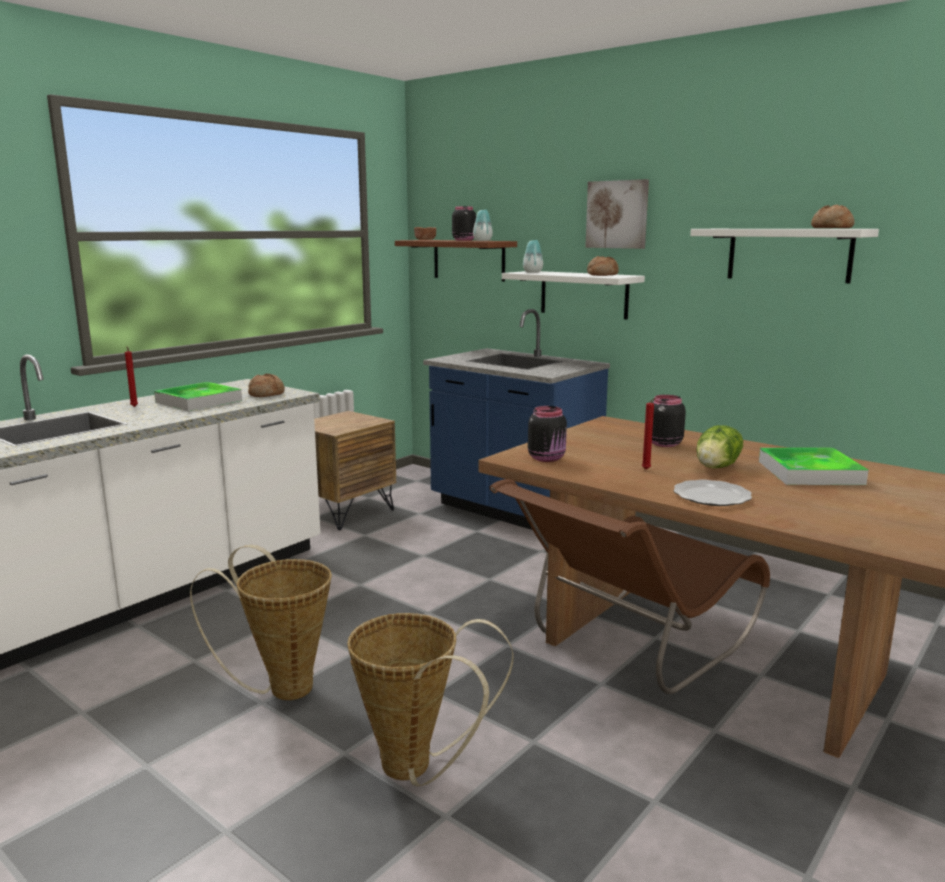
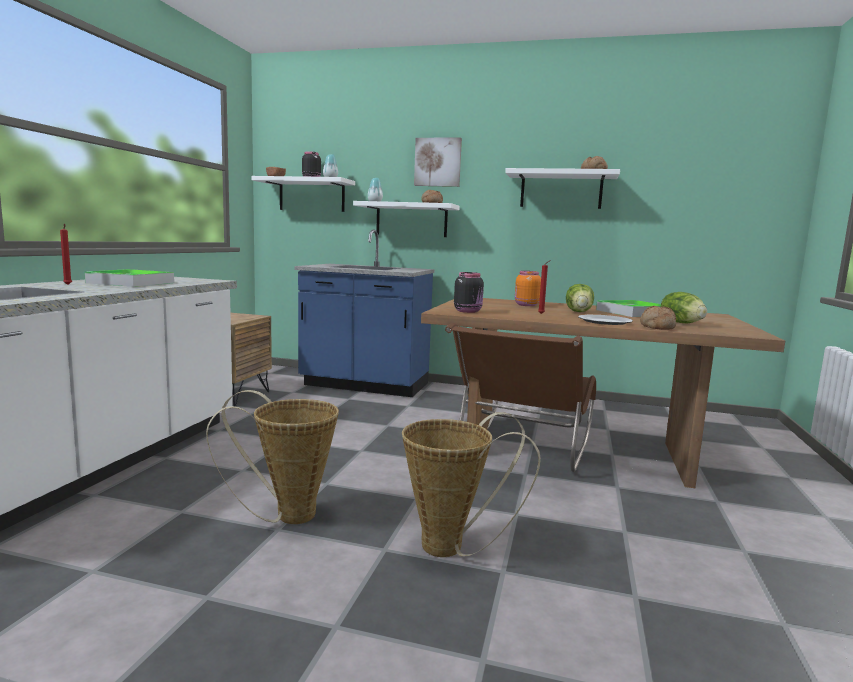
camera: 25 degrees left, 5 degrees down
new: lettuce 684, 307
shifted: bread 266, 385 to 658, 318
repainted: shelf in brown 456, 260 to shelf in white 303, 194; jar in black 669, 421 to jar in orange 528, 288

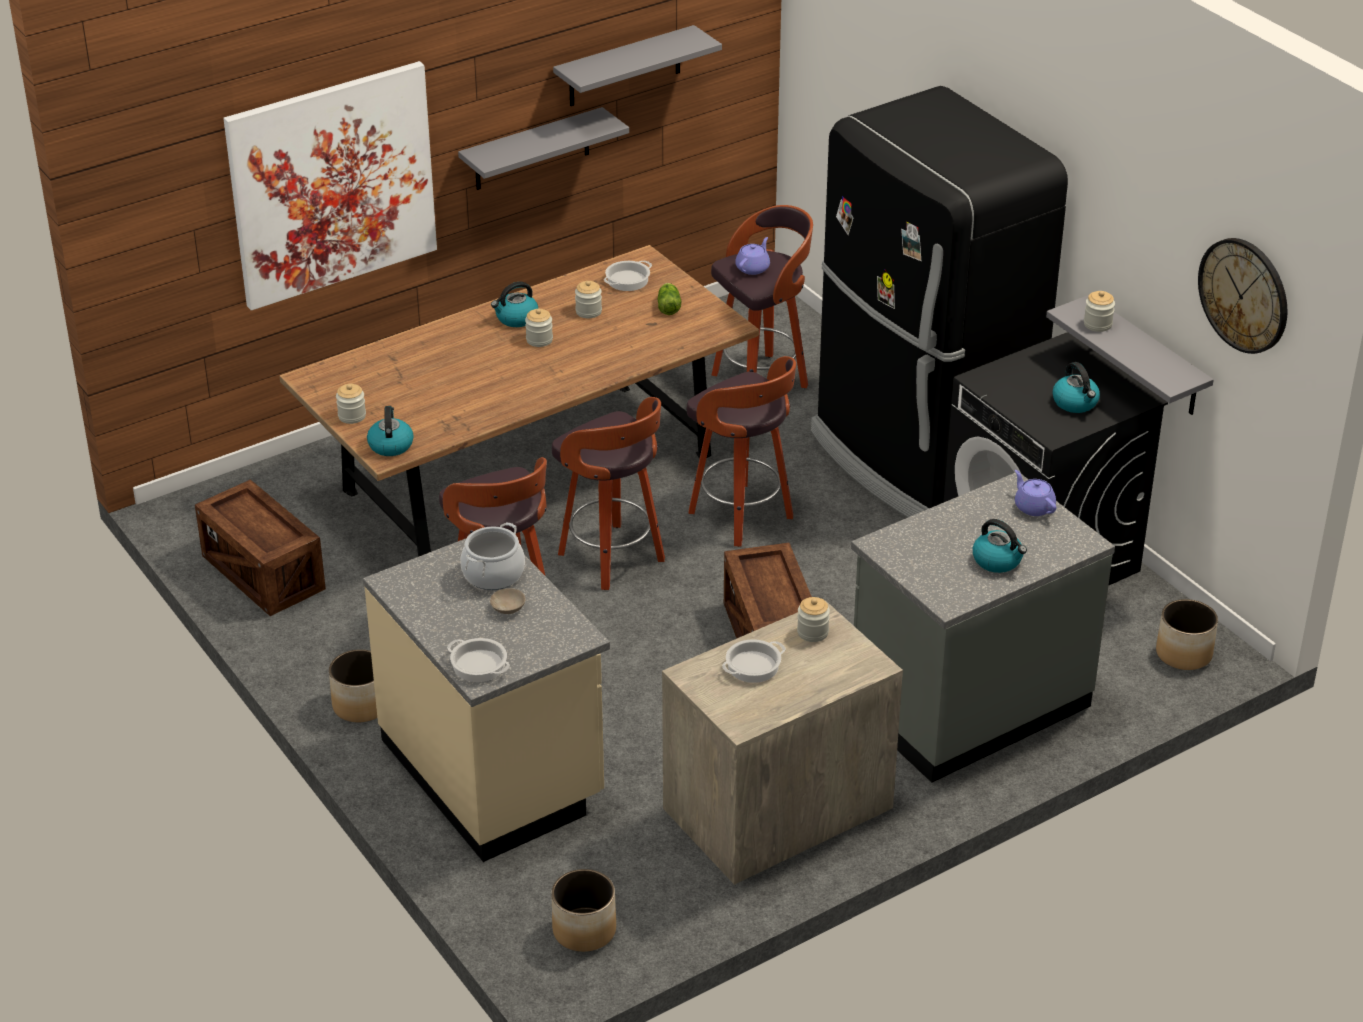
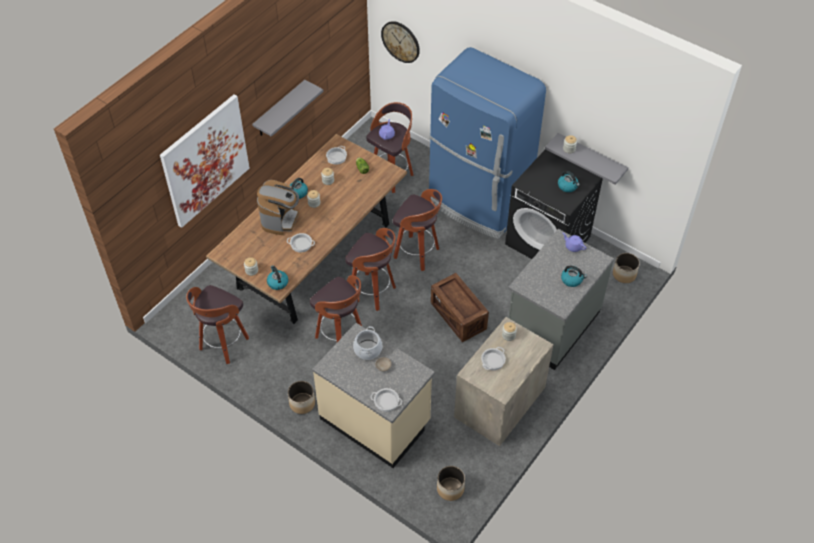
camera: 20 degrees left, 15 degrees up
gone: shelf in grey 637, 65
new: coffee machine 278, 207; cooking pot 301, 243
shifted: wall clock 1243, 296 to 400, 42
swapped: crate 260, 548 to stool 217, 324
repainted: fridge in black 939, 301 to fridge in blue 487, 143

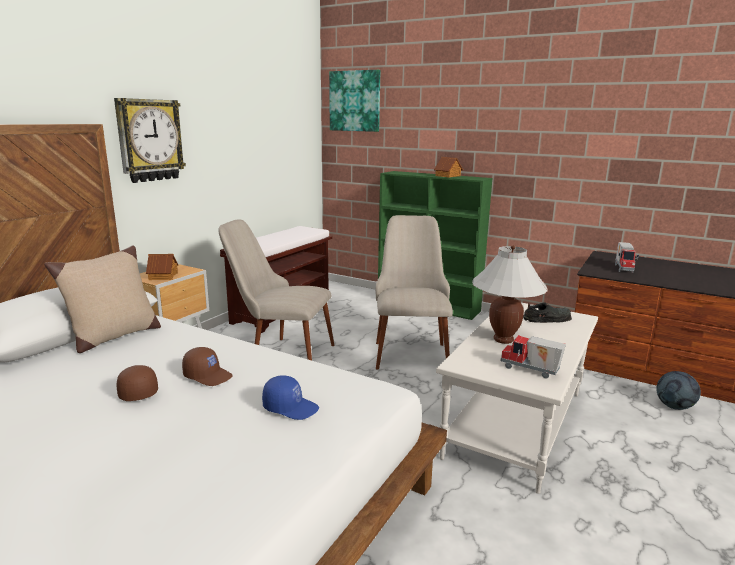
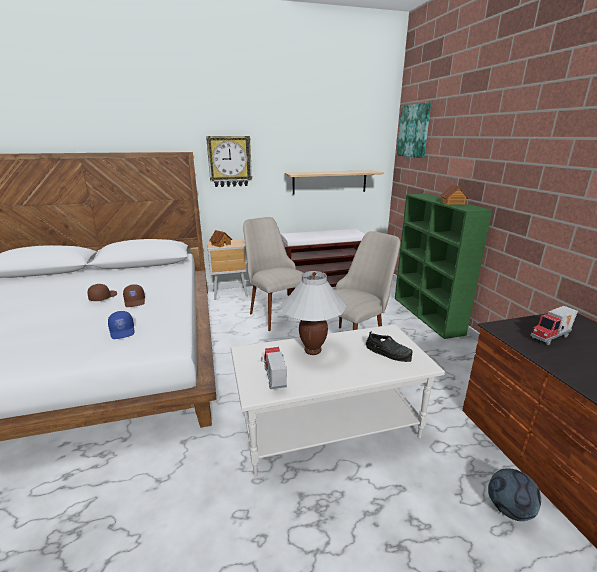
camera: 45 degrees right, 5 degrees up
gone: pillow in beige 102, 299
new: shelf 334, 182

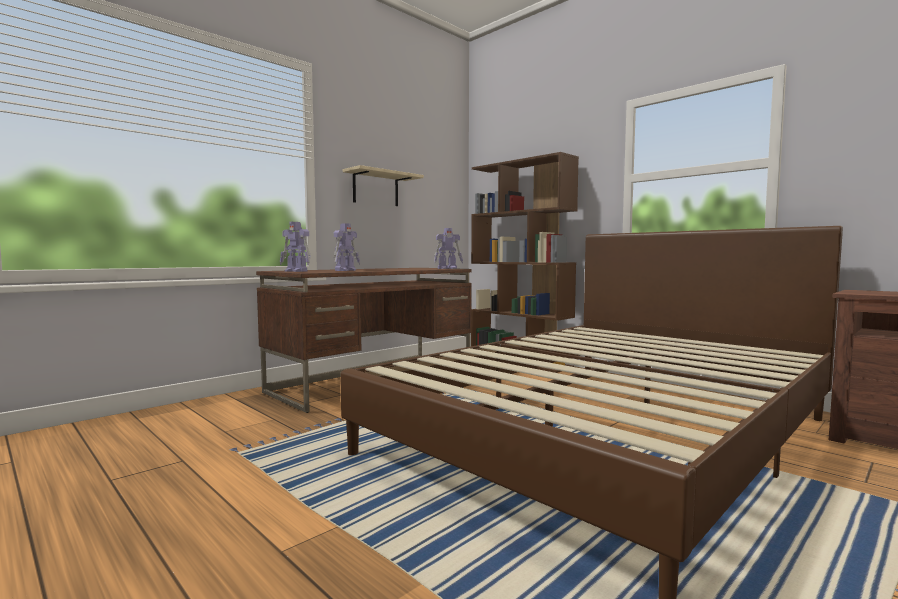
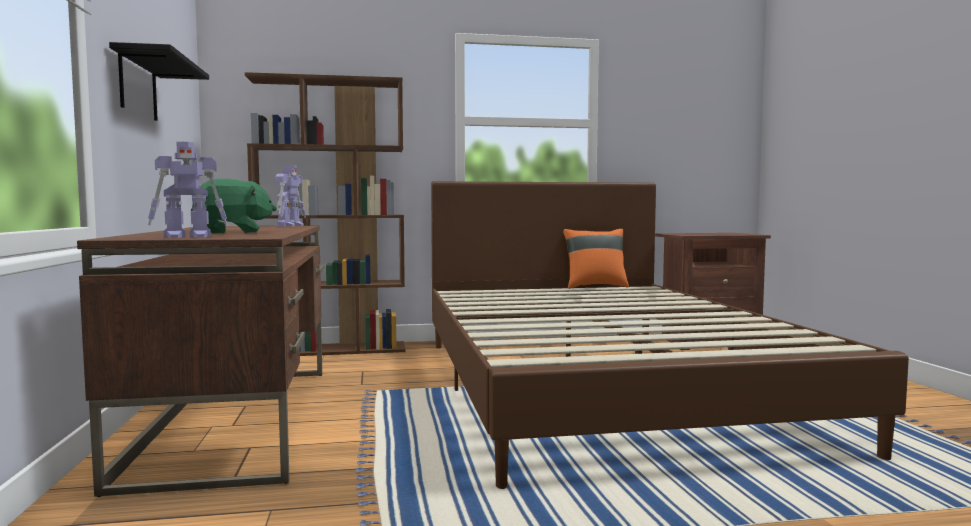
camera: 55 degrees left, 0 degrees up
new: pillow in orange 596, 259
swapped: toy robot 347, 247 to plush toy in green 234, 206
repainted: shelf in beige 383, 185 to shelf in black 159, 81

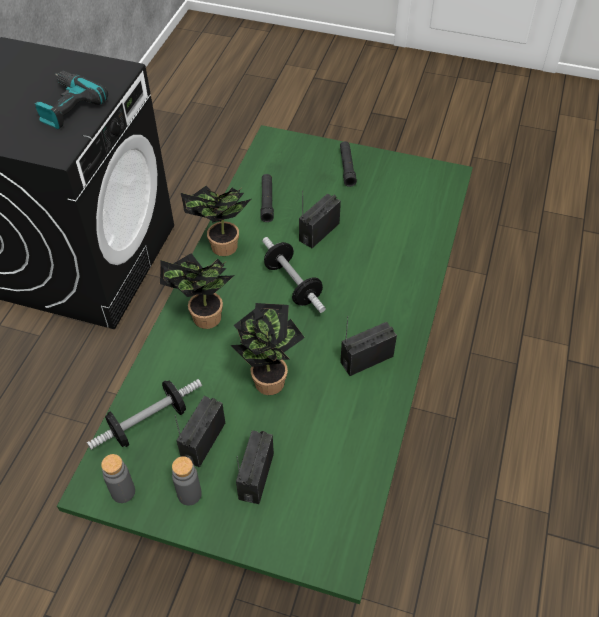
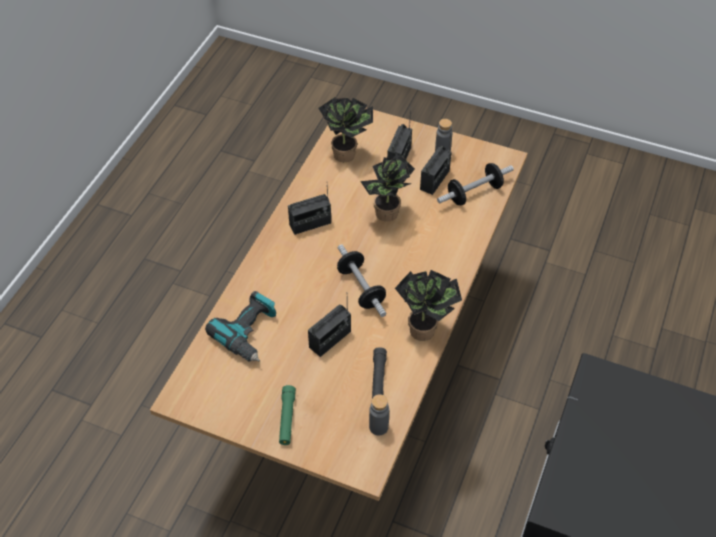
camera: 175 degrees left, 0 degrees up
shifted: power drill 71, 100 to 240, 326; potted plant 197, 291 to 345, 129; bottle in grey 118, 478 to 379, 414
repainted: dining table in green 265, 364 to dining table in beige 339, 304; flashlight in black 348, 164 to flashlight in green 287, 415

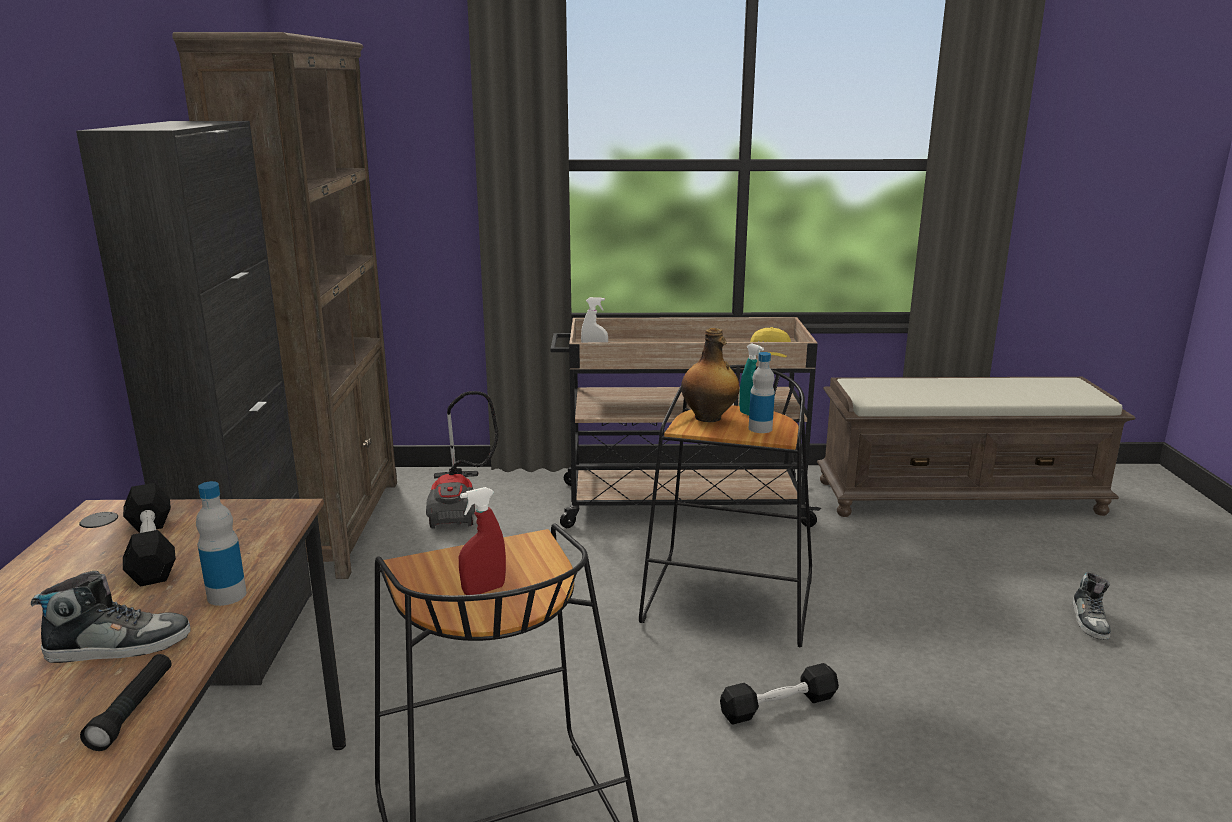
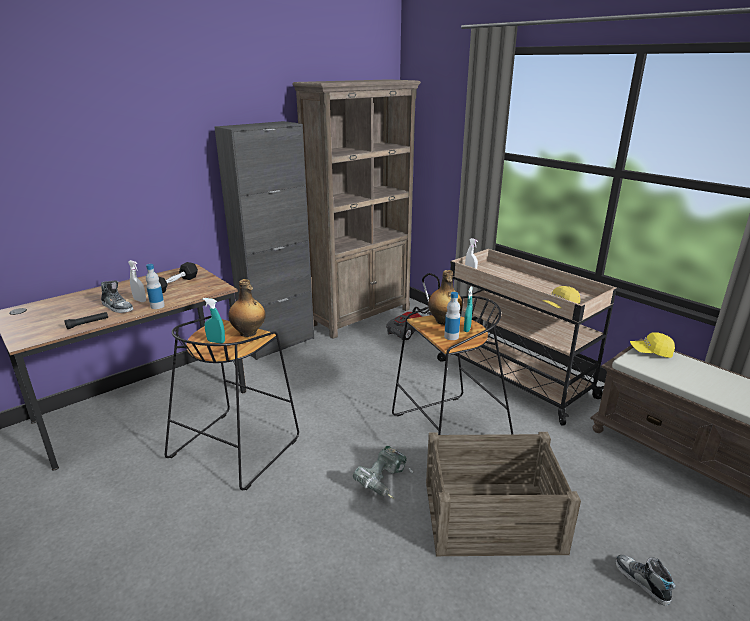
camera: 50 degrees right, 5 degrees up
new: spray bottle in white 137, 281; bottle 247, 308; crate 503, 494; cap in yellow 652, 345
swapped: dumbbell in black 779, 694 to power drill 383, 472
repainted: spray bottle in red 482, 541 to spray bottle in turquoise 214, 321
rotated: shoe 1092, 605 = 645, 580 90 degrees clockwise

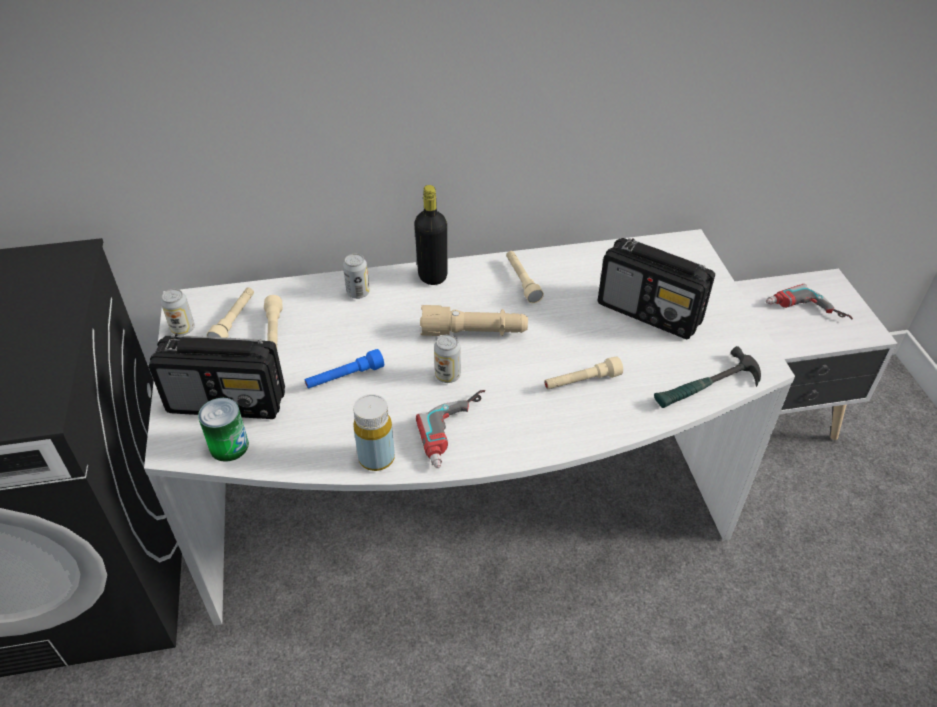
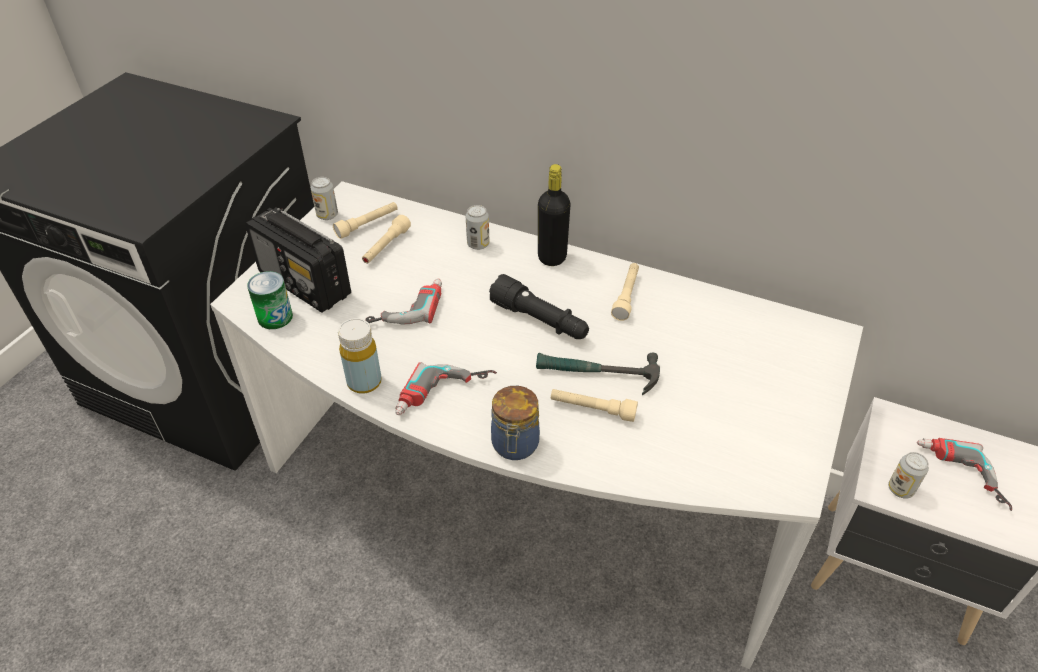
camera: 35 degrees right, 0 degrees up
gone: radio 656, 288
new: jar 515, 423
shifted: hammer 707, 377 to 598, 374; can 447, 359 to 908, 475
swapped: flashlight in blue 344, 369 to power drill 403, 302
repainted: flashlight in beige 474, 320 to flashlight in black 539, 306

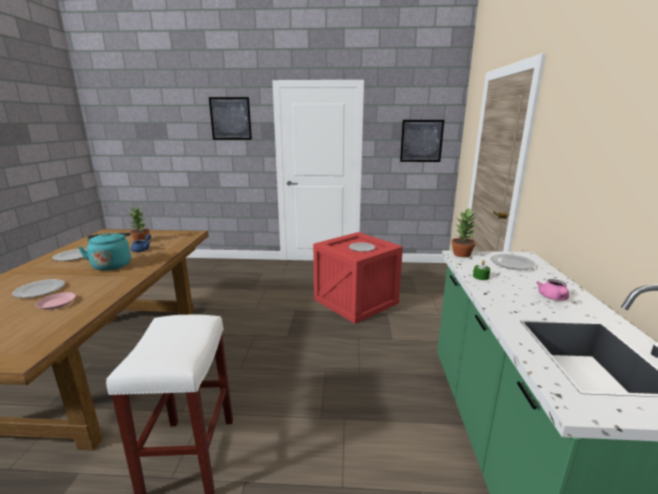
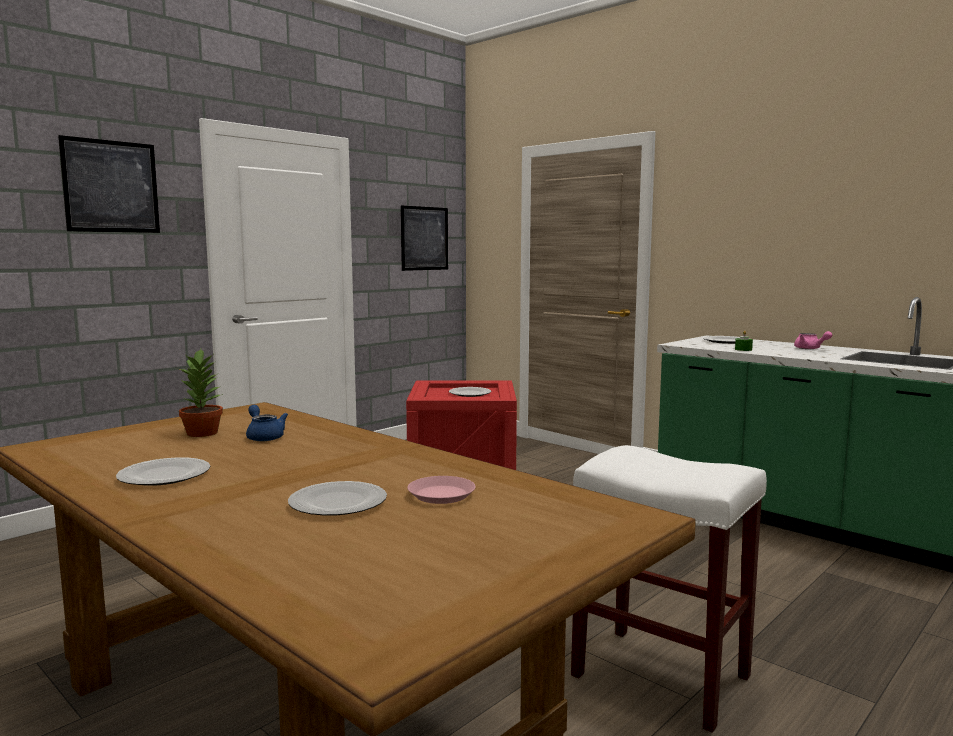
camera: 50 degrees left, 10 degrees down
gone: kettle in turquoise 104, 251; potted plant 464, 233

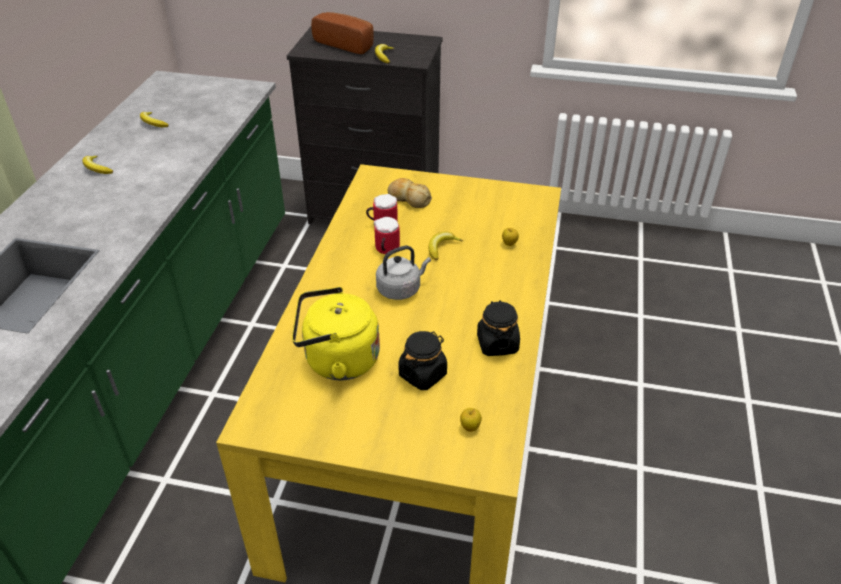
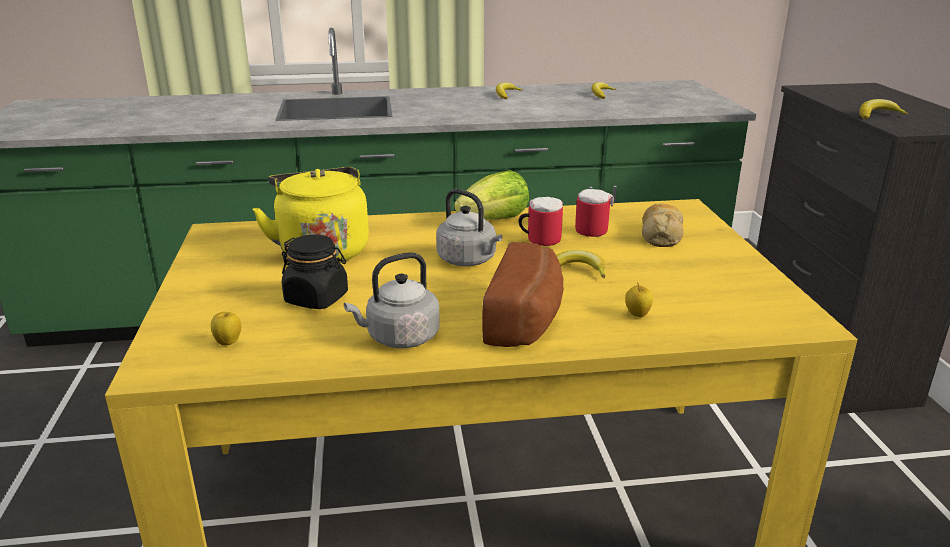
camera: 70 degrees right, 15 degrees down
new: lettuce 491, 195
shifted: bread 342, 33 to 523, 294
swapped: jar in black 498, 328 to kettle in grey 392, 300

